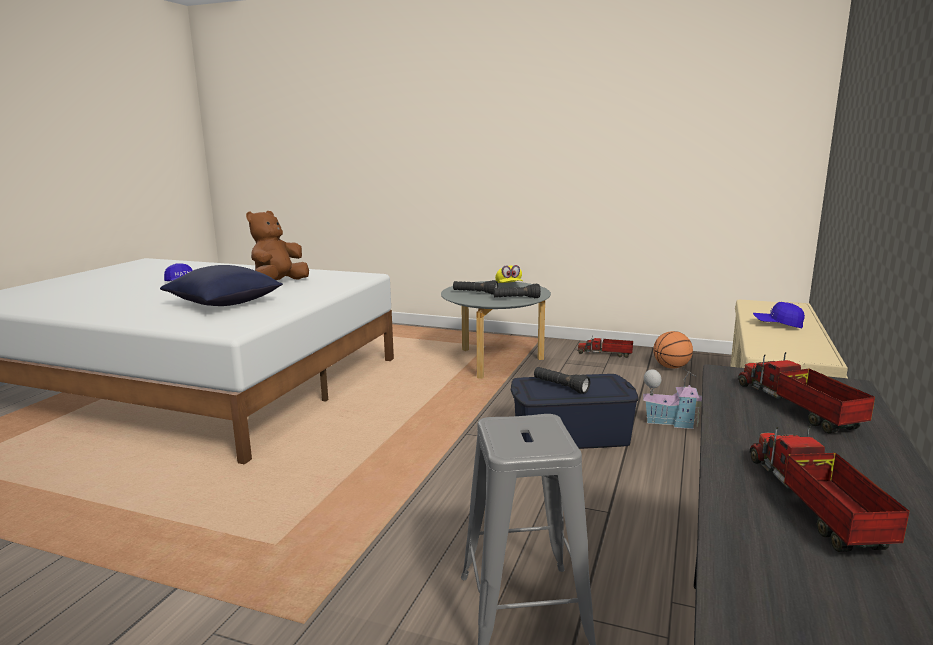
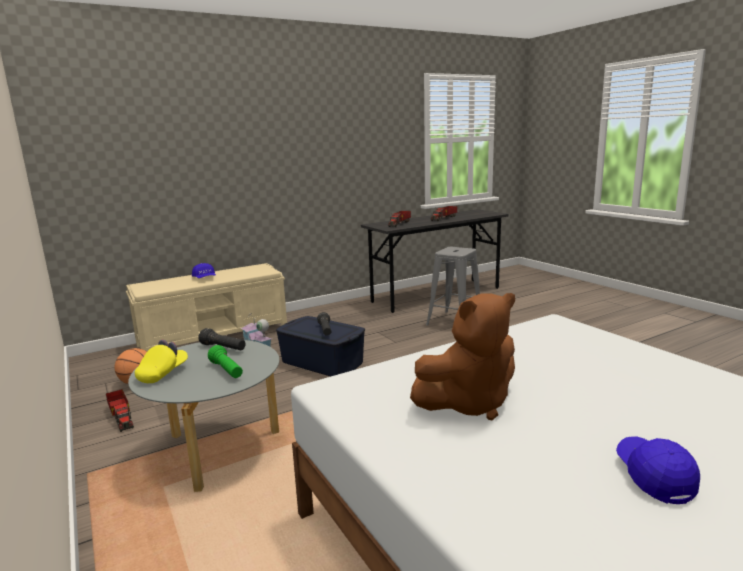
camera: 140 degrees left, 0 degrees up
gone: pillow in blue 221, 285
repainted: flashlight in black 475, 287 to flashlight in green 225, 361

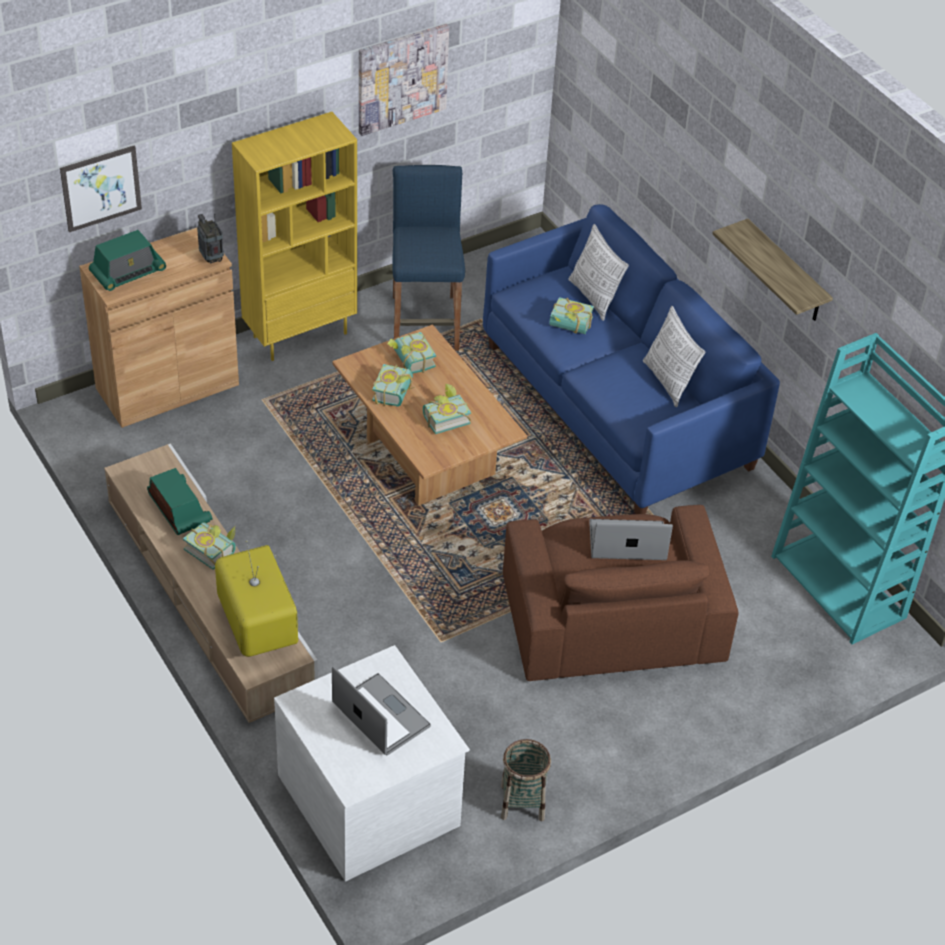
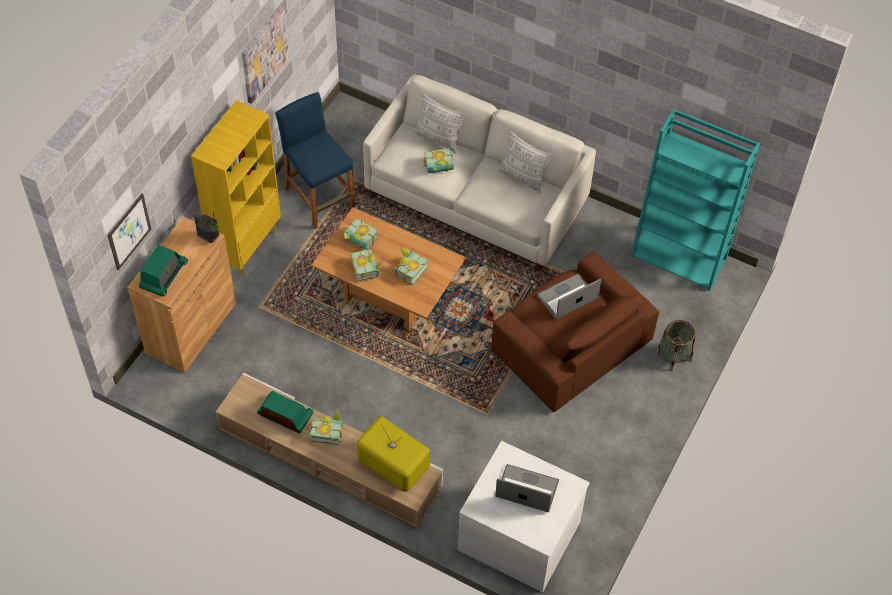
camera: 30 degrees left, 10 degrees up
gone: shelf 772, 269
shifted: basket 526, 780 to 675, 346
repainted: sofa in blue 631, 359 to sofa in white 479, 172

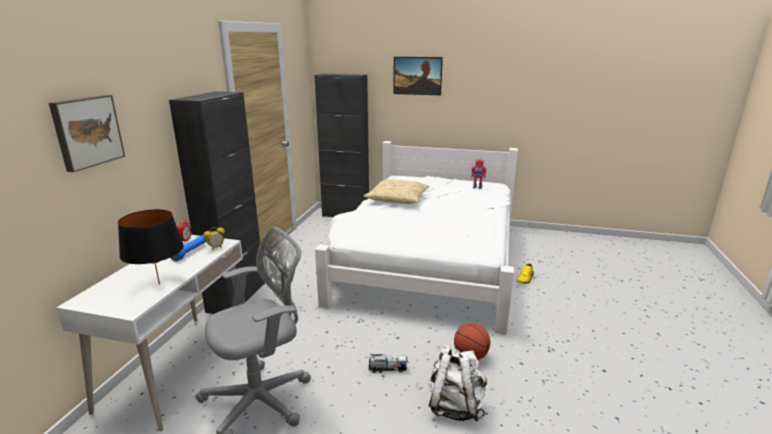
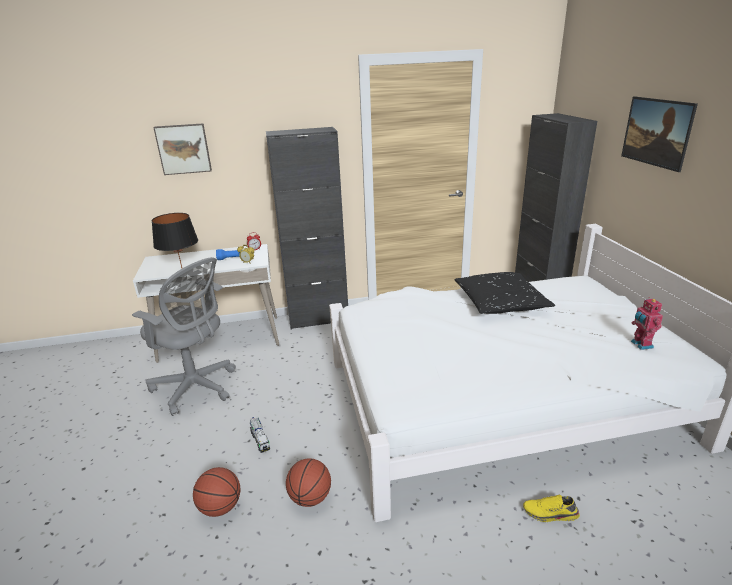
camera: 65 degrees right, 5 degrees up
swapped: backpack in white 457, 383 to basketball 216, 492
repainted: pillow in beige 397, 191 to pillow in black 504, 293

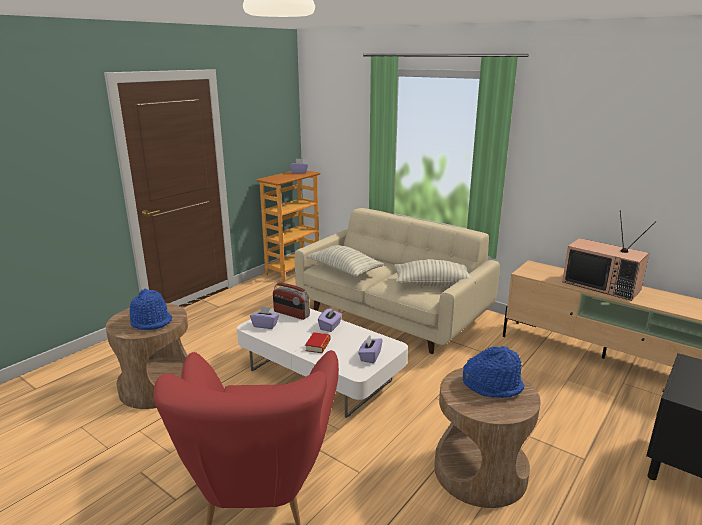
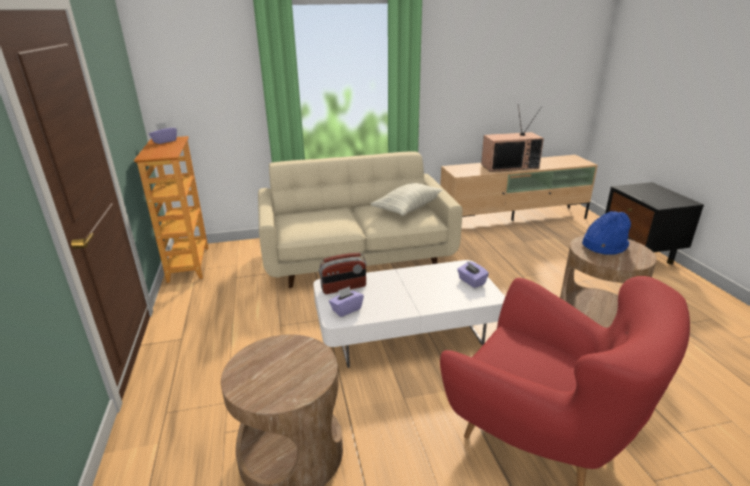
camera: 50 degrees left, 5 degrees up
gone: hat in blue 150, 309; book 318, 342; pillow 345, 261; tissue box in purple 330, 320

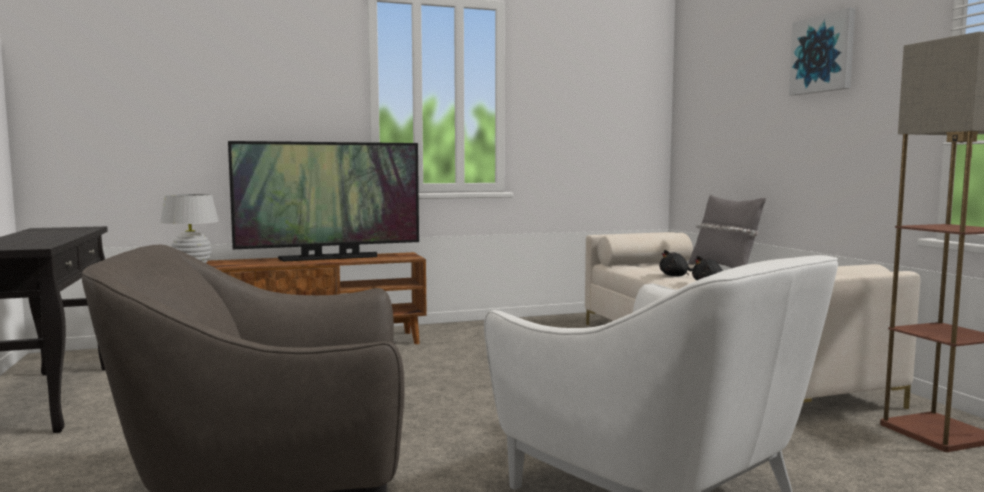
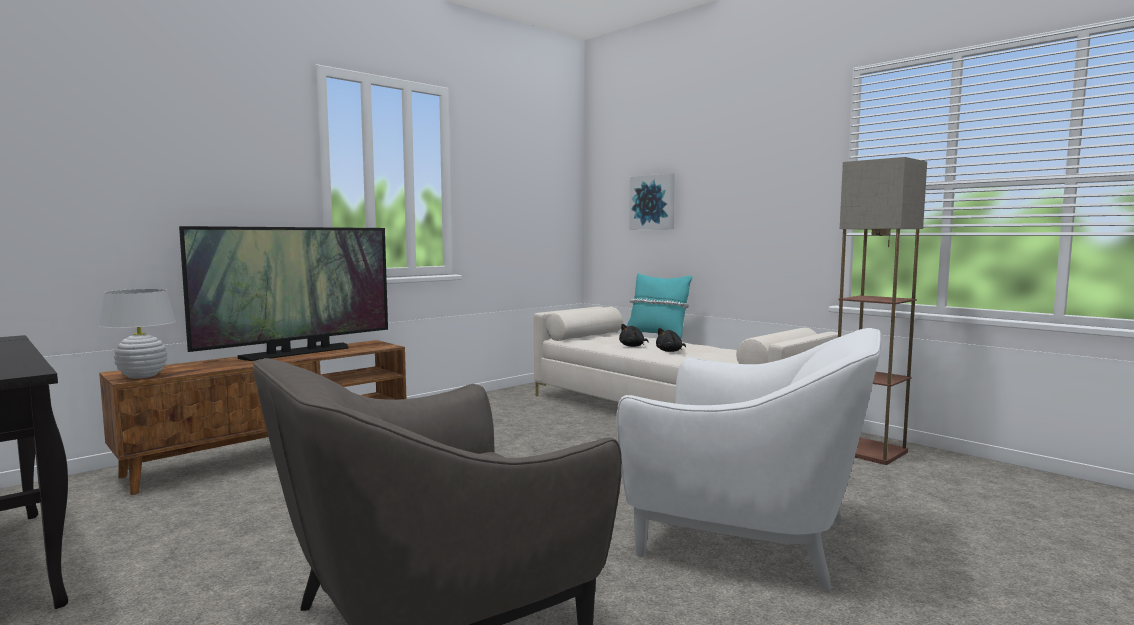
camera: 25 degrees left, 0 degrees up
shifted: picture 822, 52 to 652, 201
repainted: pillow in grey 727, 231 to pillow in turquoise 660, 306

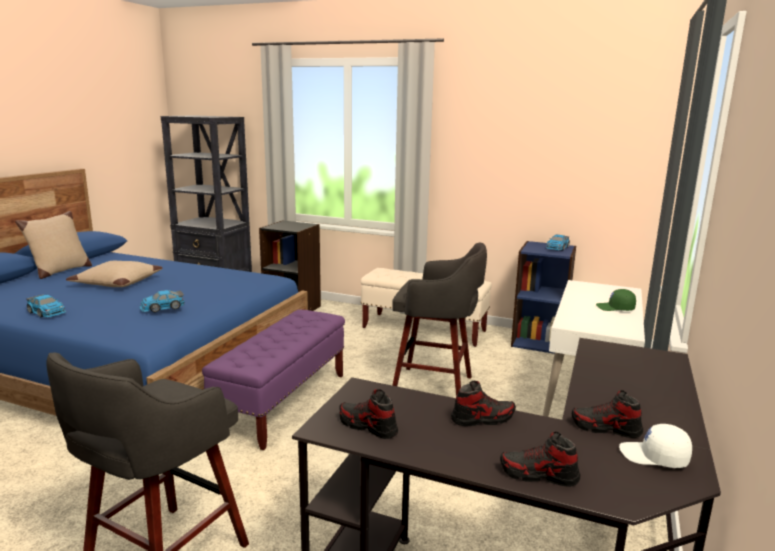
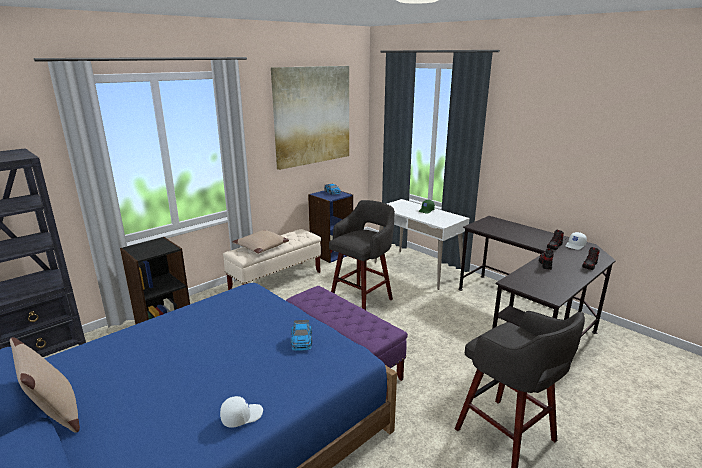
camera: 65 degrees left, 5 degrees up
gone: shoe 369, 414
new: picture 310, 118
shifted: pillow in beige 114, 274 to 261, 242
swapped: toy car 46, 306 to cap in white 241, 412

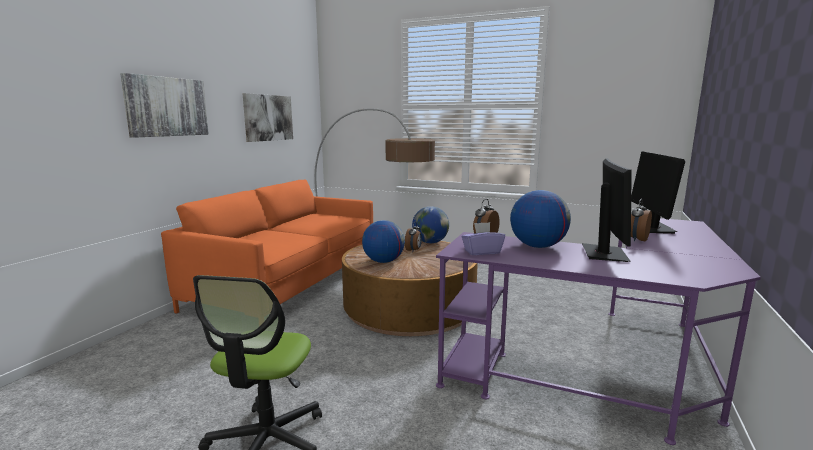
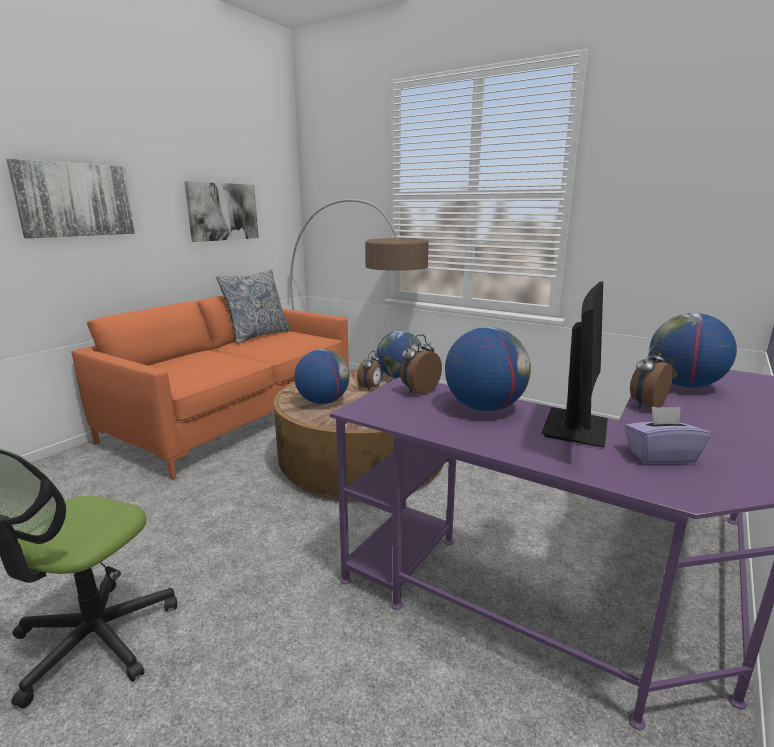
camera: 10 degrees right, 5 degrees up
new: pillow 253, 306
shifted: tissue box in purple 483, 238 to 668, 435
swapped: monitor 658, 192 to globe 693, 350

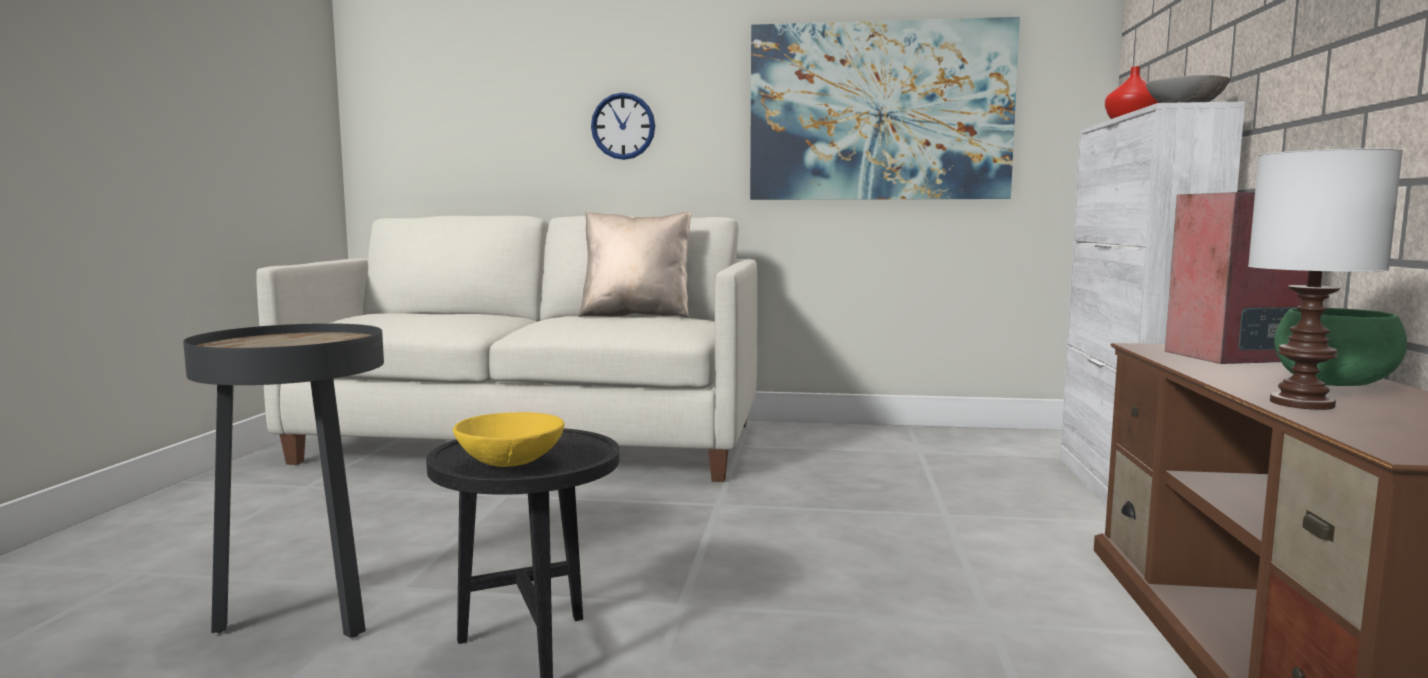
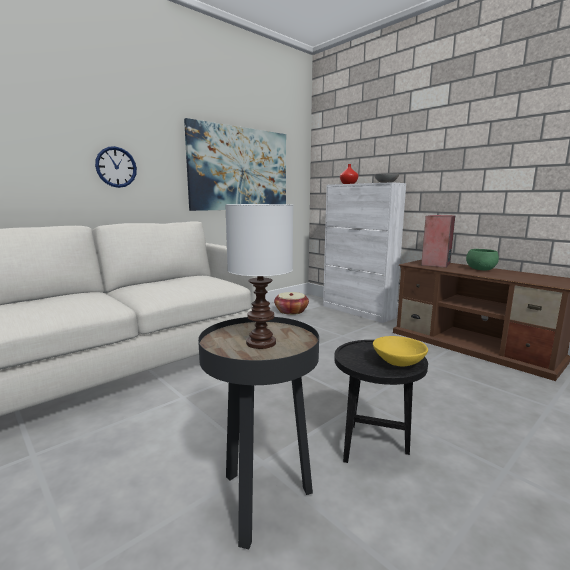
camera: 50 degrees left, 5 degrees up
gone: pillow in beige 635, 264
new: basket 291, 303
shifted: table lamp in white 1325, 279 to 259, 276

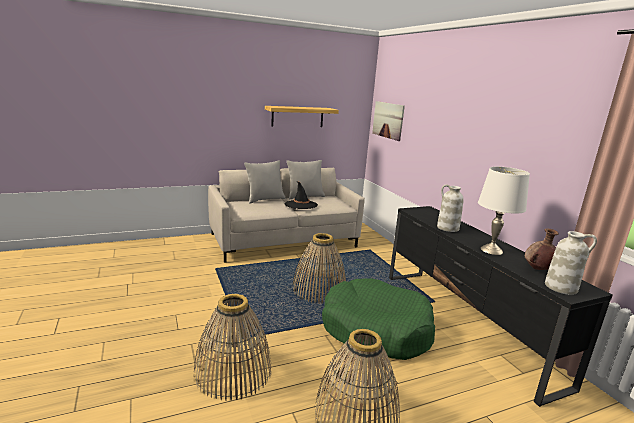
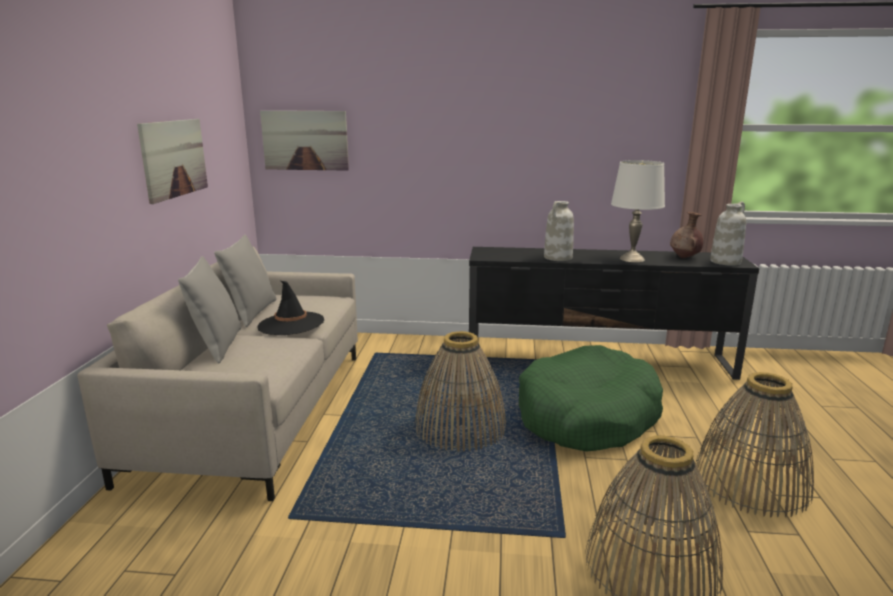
camera: 60 degrees left, 0 degrees up
swapped: shelf 302, 116 to picture 172, 161

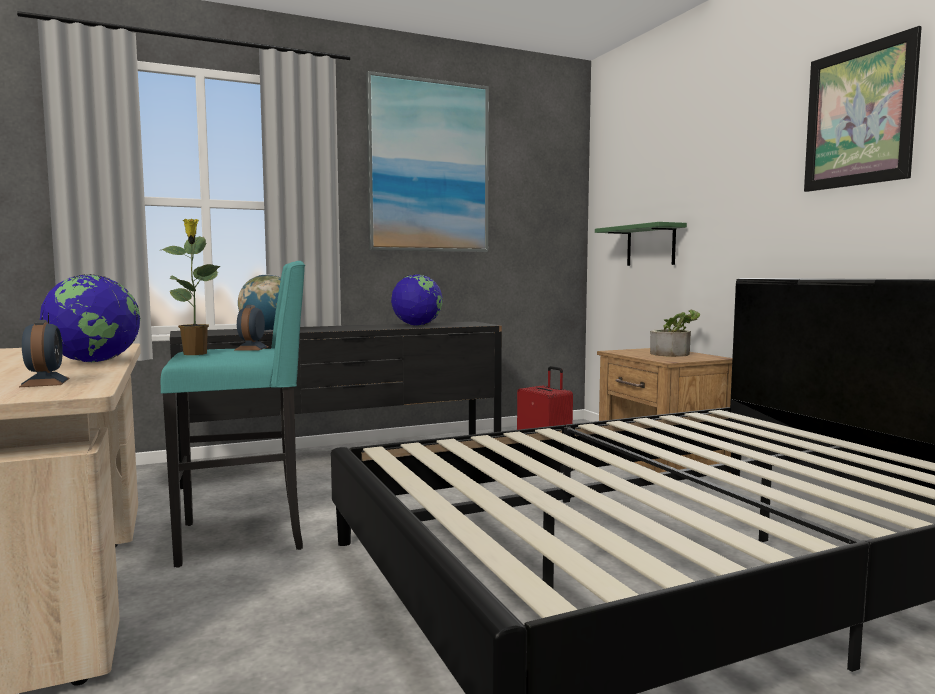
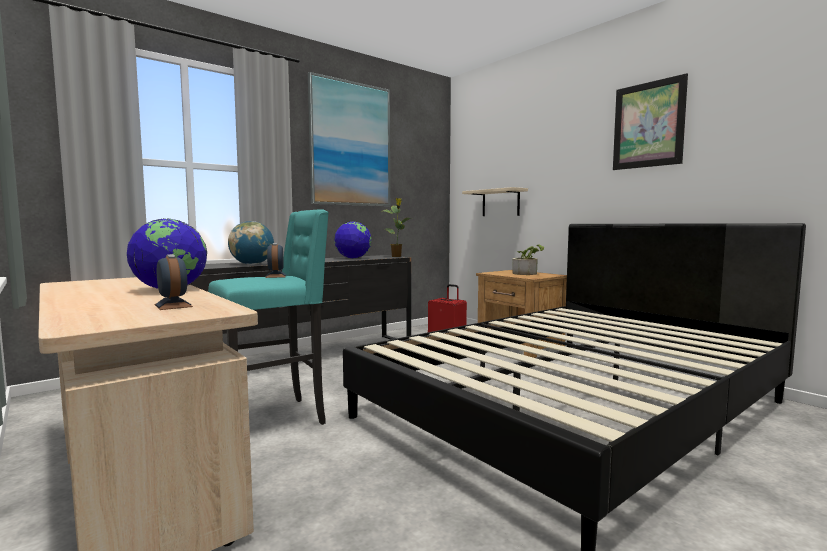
camera: 15 degrees left, 0 degrees up
shifted: potted plant 190, 287 to 396, 227
repainted: shelf in green 641, 244 to shelf in beige 495, 201

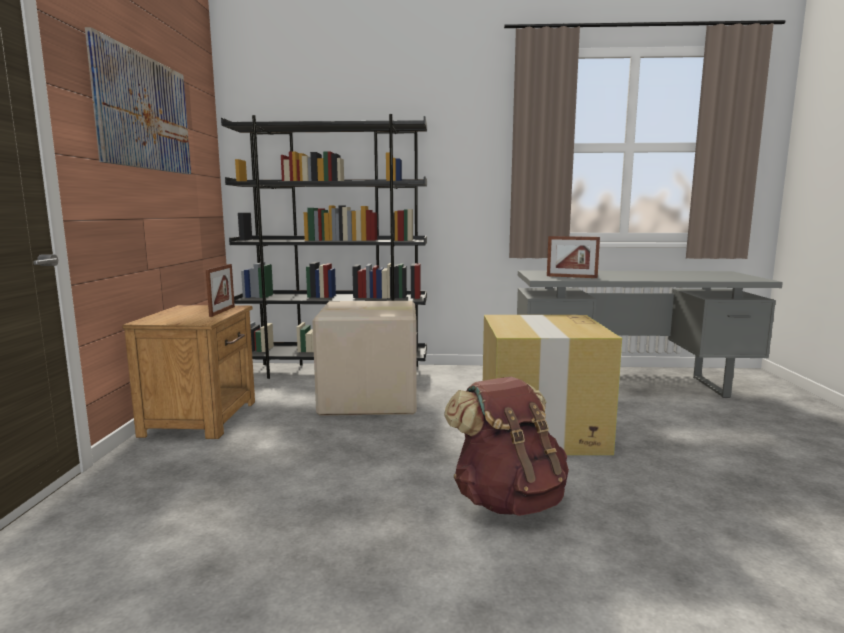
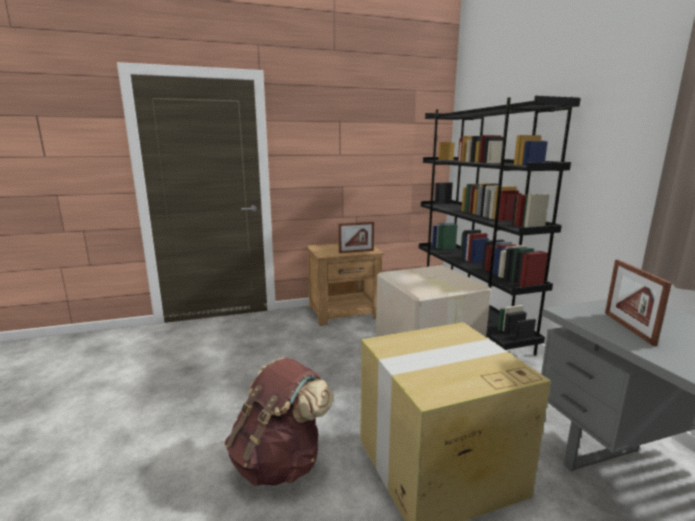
camera: 70 degrees right, 5 degrees up
gone: picture 138, 100

